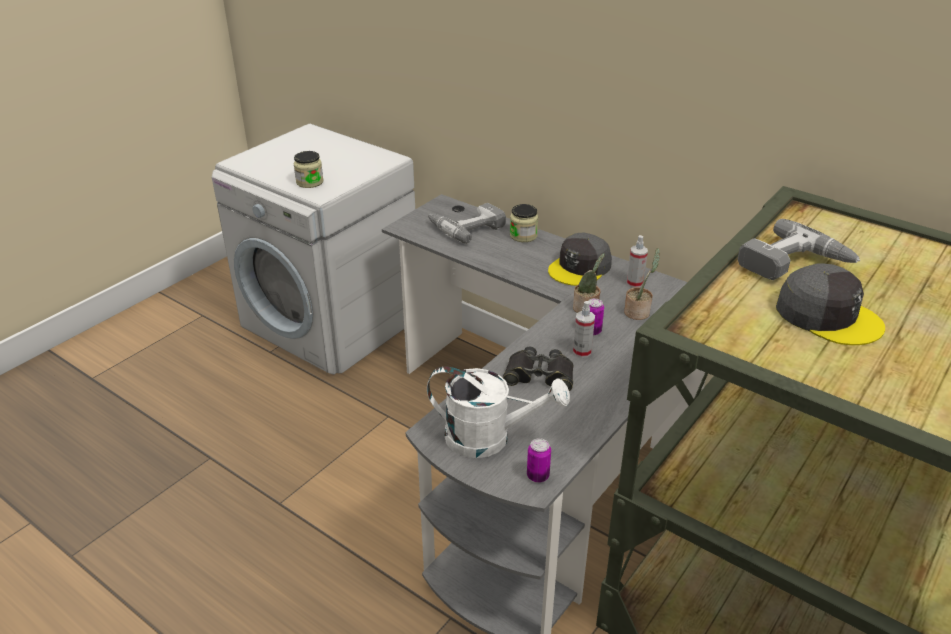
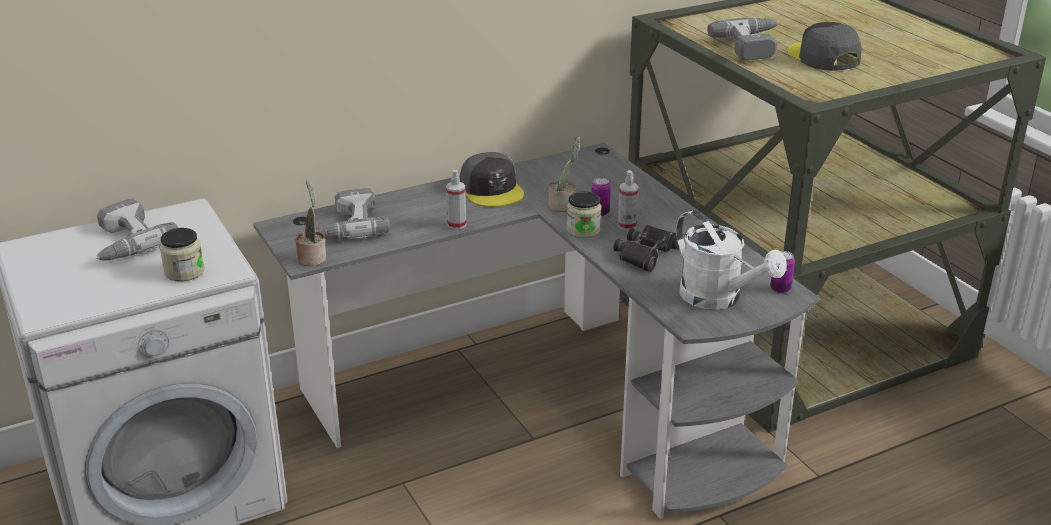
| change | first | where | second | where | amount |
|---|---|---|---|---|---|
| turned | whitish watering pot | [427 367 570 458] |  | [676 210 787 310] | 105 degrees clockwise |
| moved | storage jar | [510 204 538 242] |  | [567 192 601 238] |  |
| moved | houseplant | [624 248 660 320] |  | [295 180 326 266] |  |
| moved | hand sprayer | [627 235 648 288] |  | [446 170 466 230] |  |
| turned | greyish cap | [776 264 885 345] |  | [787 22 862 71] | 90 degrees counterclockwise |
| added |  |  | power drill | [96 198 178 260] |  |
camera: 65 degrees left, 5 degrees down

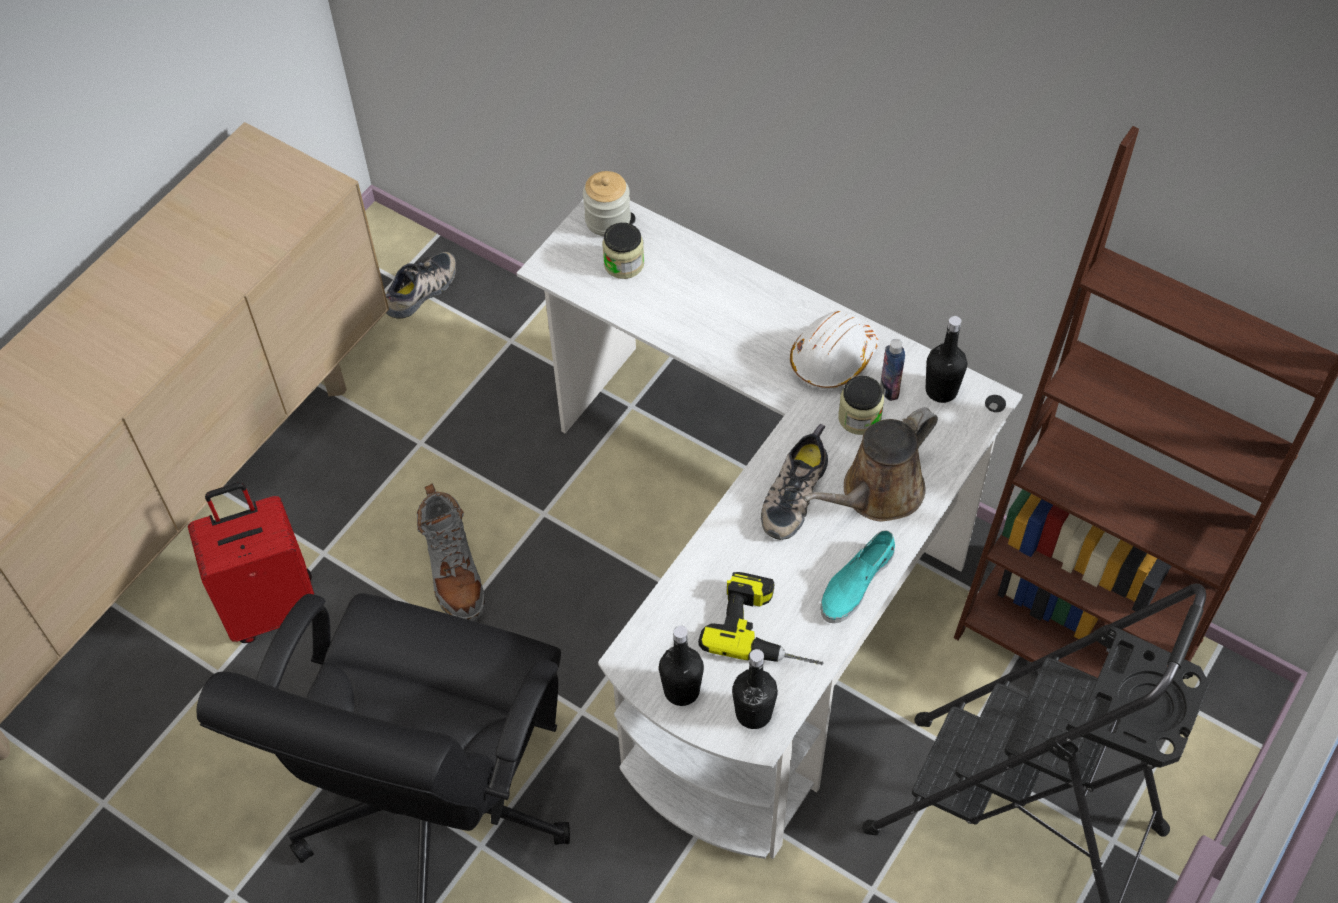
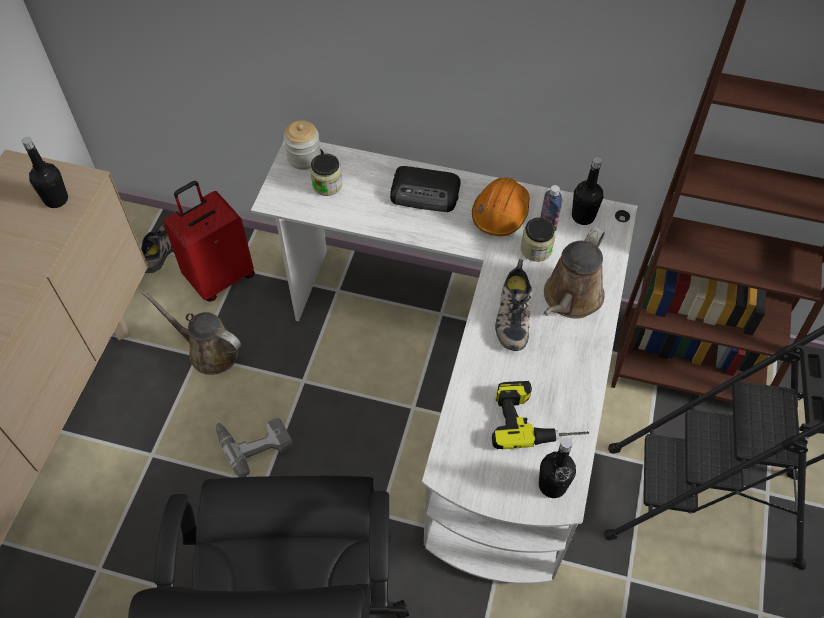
| change | first | where | second | where | amount |
|---|---|---|---|---|---|
| moved | red piece of luggage | [188 482 314 643] |  | [163 181 255 302] |  |
| replaced | greyish boot | [417 484 486 621] | power drill | [216 418 293 477] |  |
| moved | black-coloured drink bottle | [659 625 704 706] |  | [22 137 68 208] |  |
| recoloured | whitish safety helmet | [790 311 879 389] | orange safety helmet | [472 177 530 236] |  |
| removed | turquoise shoe | [820 530 895 623] |  |  |  |
| added |  |  | brownish watering pot | [141 291 241 375] |  |
| added |  |  | radio | [390 166 460 212] |  |
camera: 20 degrees left, 0 degrees up

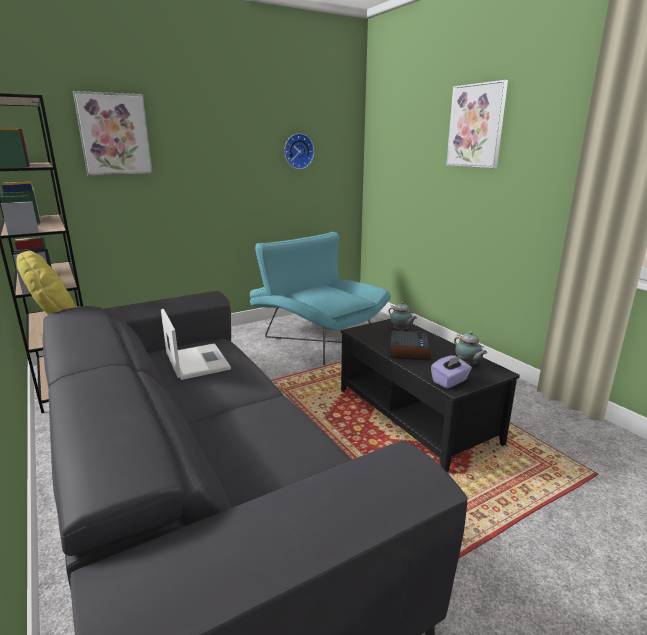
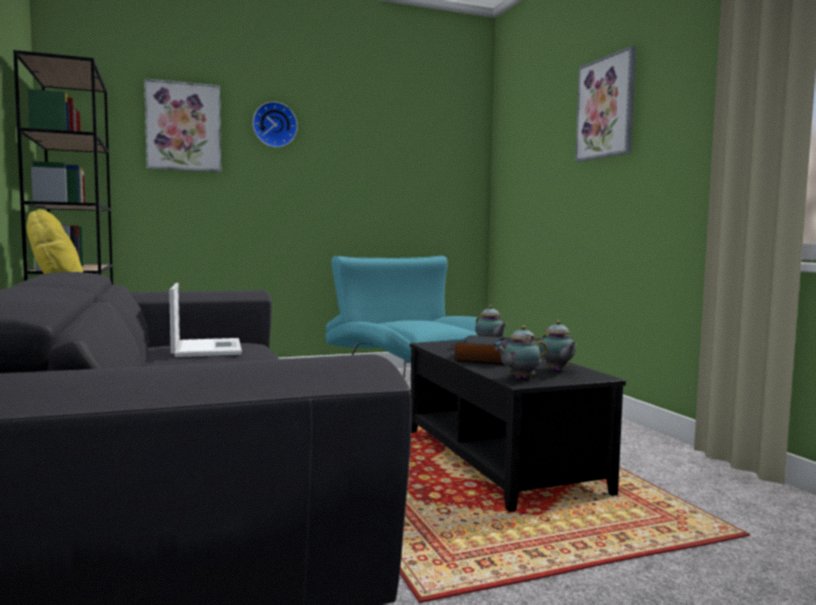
| change | first | where | second | where | amount |
|---|---|---|---|---|---|
| moved | clock on the wall | [284 133 314 169] |  | [253 102 298 147] |  |
| replaced | purplish tissue box | [431 355 472 389] | tea pot | [495 326 547 379] |  |
camera: 10 degrees right, 15 degrees down

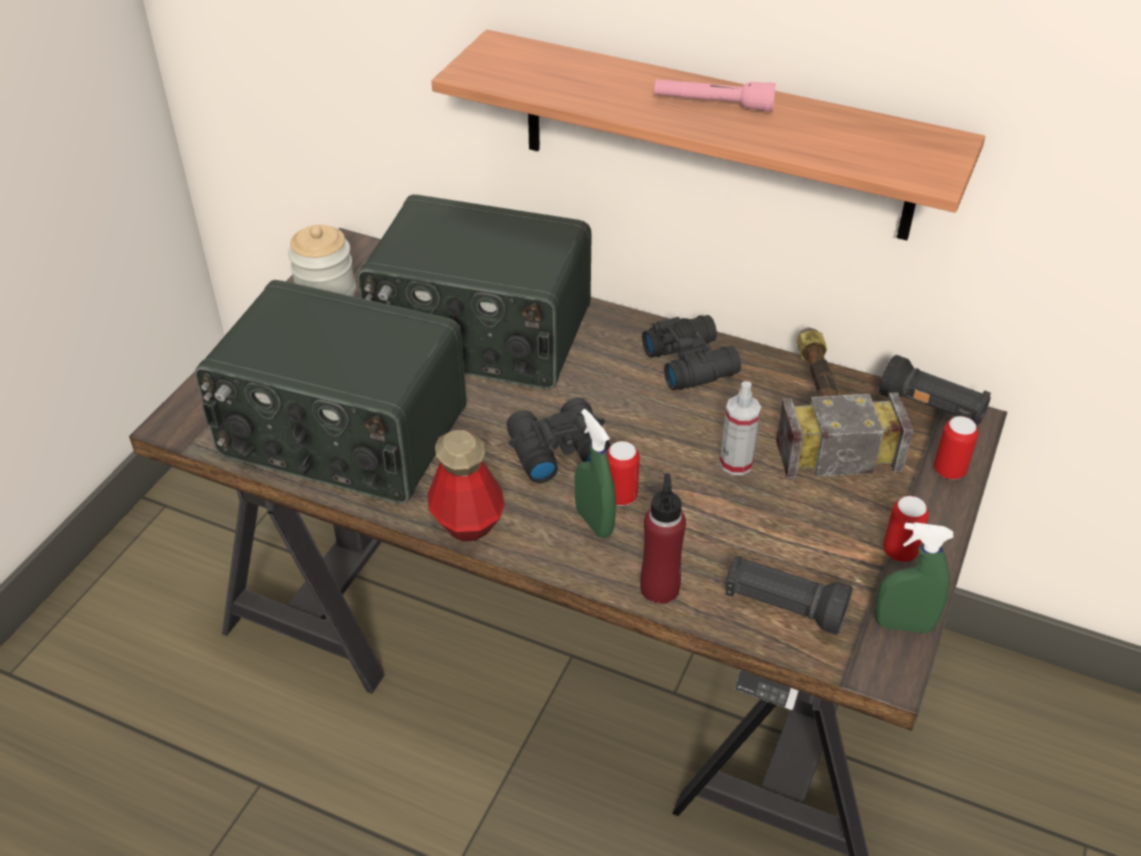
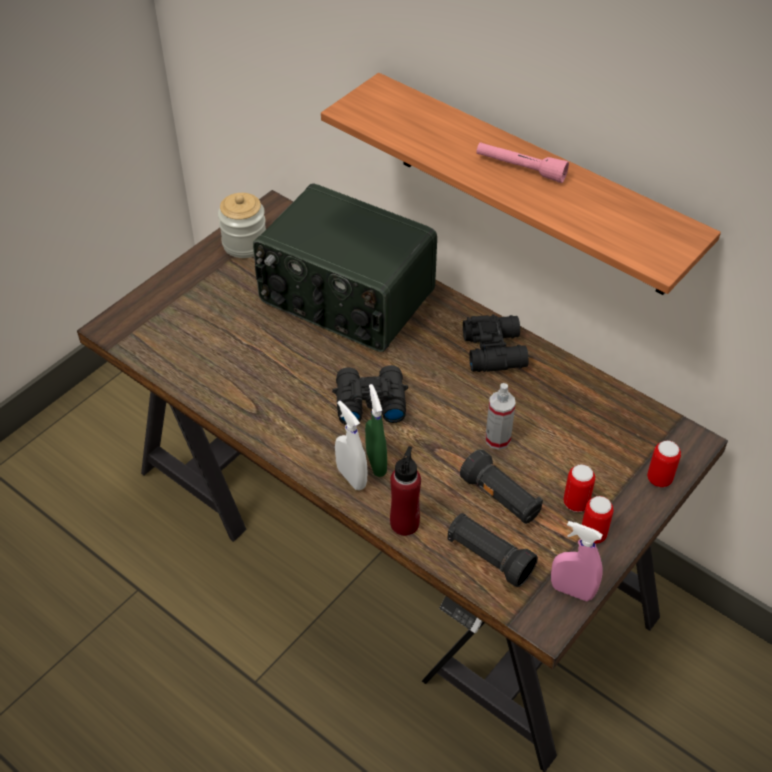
| change | first | where | second | where | amount |
|---|---|---|---|---|---|
| removed | radio | [195 280 467 504] |  |  |  |
| removed | drink bottle | [427 430 504 541] |  |  |  |
| moved | metal can | [606 441 640 506] |  | [564 464 595 512] |  |
| removed | hand hammer | [776 327 913 478] |  |  |  |
| recoloured | greenish hand sprayer | [875 522 953 634] | pinkish hand sprayer | [551 521 603 601] |  |
| moved | black-coloured torch | [879 355 991 425] |  | [460 449 543 524] |  |
| added |  |  | whitish hand sprayer | [335 401 367 490] |  |
camera: 15 degrees right, 5 degrees up

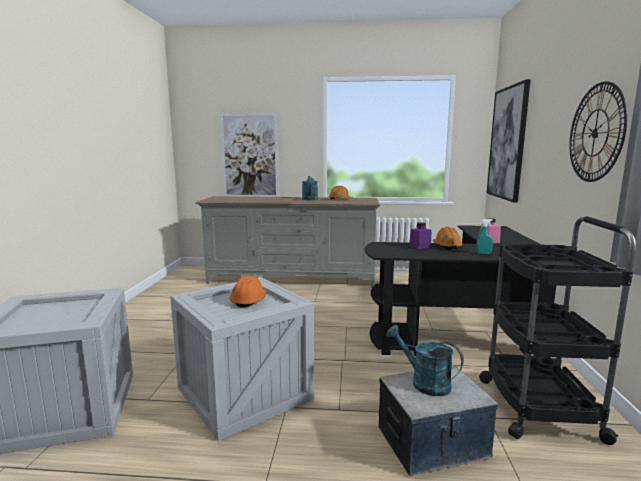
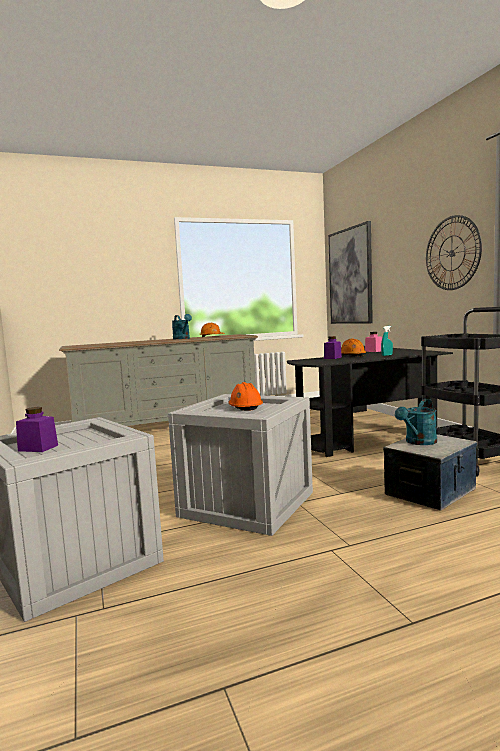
| change | first | where | second | where | amount |
|---|---|---|---|---|---|
| removed | wall picture | [220 113 279 197] |  |  |  |
| turned | turquoise watering pot | [386 325 464 396] |  | [395 399 437 445] | 60 degrees counterclockwise |
| added |  |  | purplish storage jar | [16 407 58 452] |  |
camera: 25 degrees left, 5 degrees down

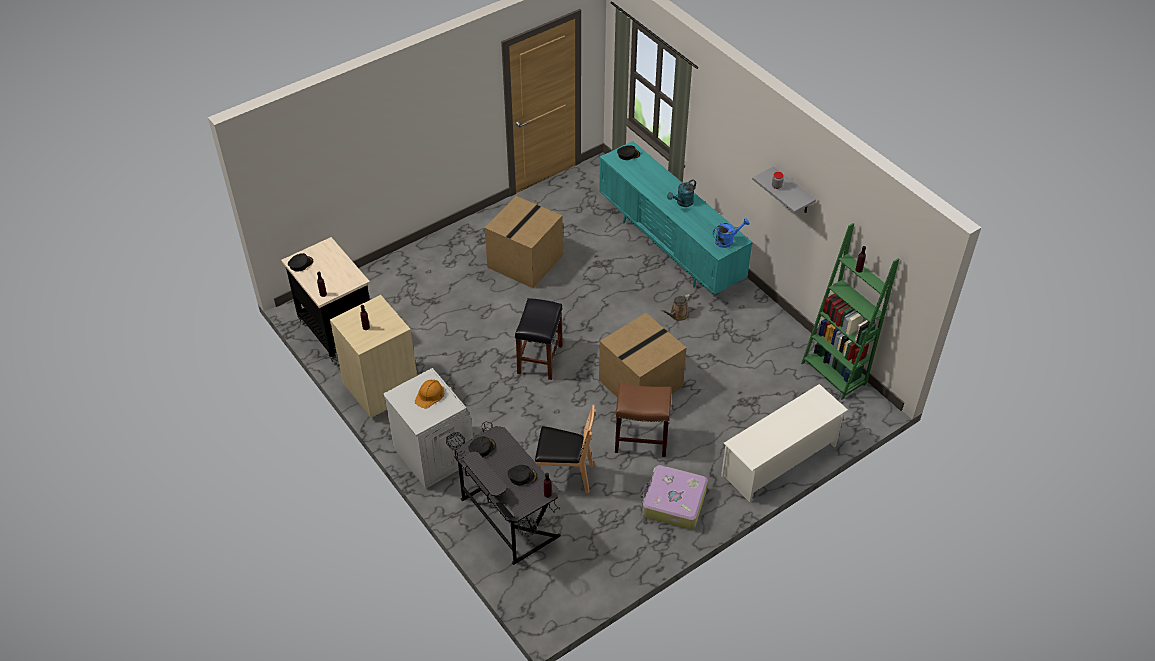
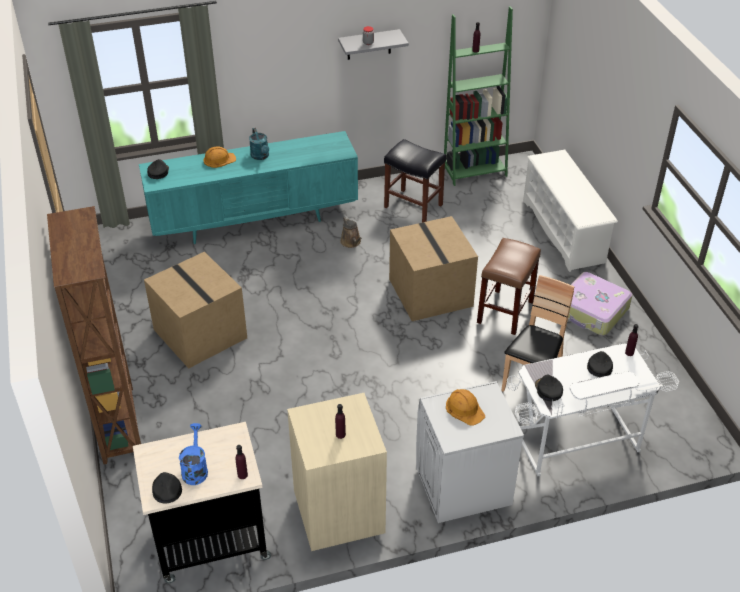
| change | first | where | second | where | amount |
|---|---|---|---|---|---|
| recoloured | black-coloured desk unit | [446 422 560 565] | whitish desk unit | [507 343 679 476] |  |
| moved | black-coloured stool | [515 298 563 380] |  | [384 139 446 223] |  |
| moved | bluish watering pot | [713 218 749 248] |  | [179 423 208 485] |  |
| added |  |  | brownish bookshelf | [47 206 141 464] |  |
| added |  |  | orange safety helmet | [204 146 236 168] |  |
camera: 70 degrees left, 5 degrees down

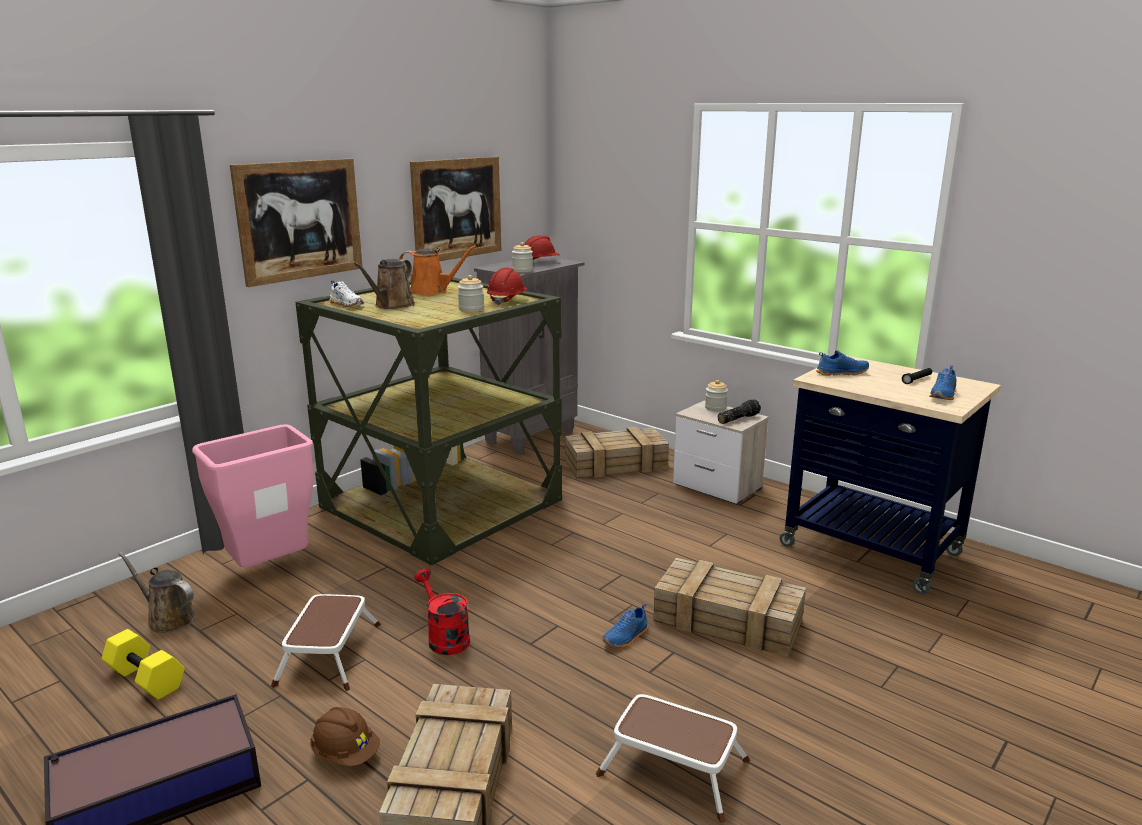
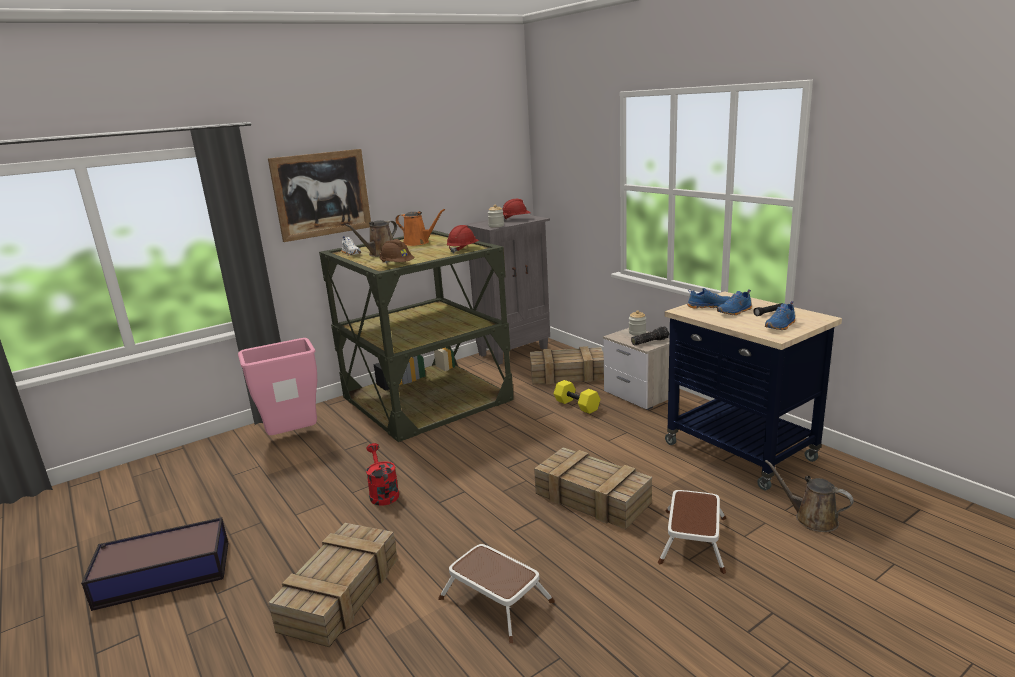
| change | first | where | second | where | amount |
|---|---|---|---|---|---|
| moved | yellow-coloured free weight | [101 629 185 700] |  | [554 380 601 414] |  |
| moved | brownish watering pot | [119 552 197 633] |  | [765 460 854 532] |  |
| moved | brownish step stool | [271 594 381 691] |  | [658 490 726 574] |  |
| moved | brownish safety helmet | [310 707 380 766] |  | [380 239 414 264] |  |
| removed | wall picture | [410 157 502 261] |  |  |  |
| removed | storage jar | [458 275 484 312] |  |  |  |
| moved | bluish shoe | [603 604 648 648] |  | [717 290 752 315] |  |
camera: 15 degrees right, 0 degrees up

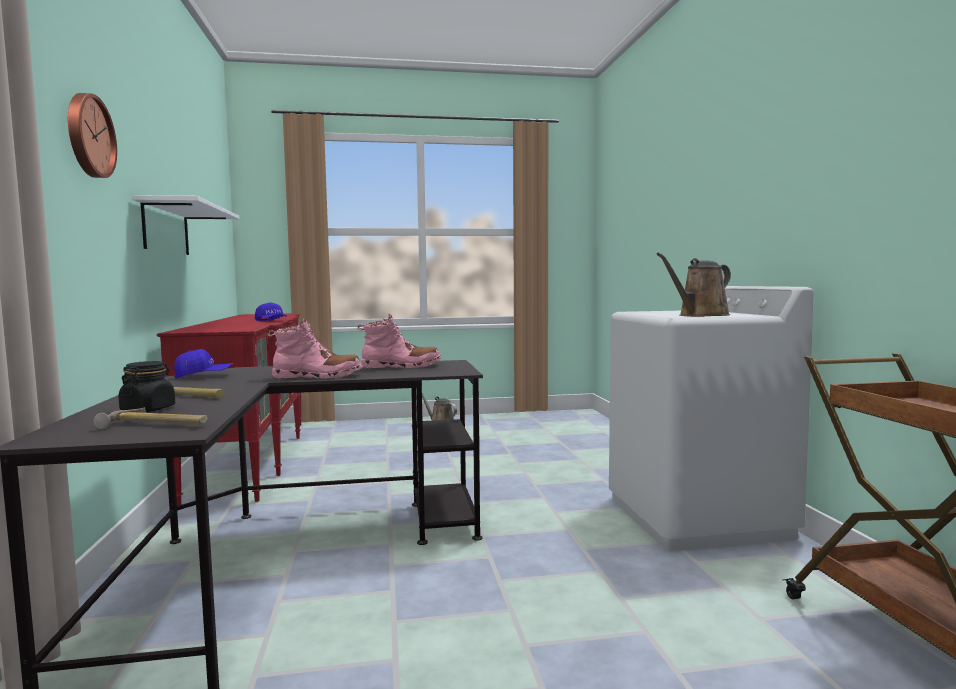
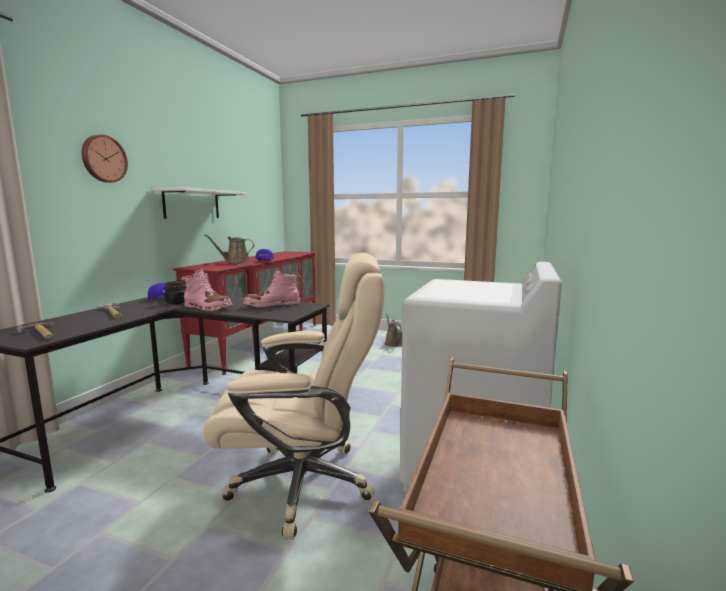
| change | first | where | second | where | amount |
|---|---|---|---|---|---|
| moved | black-coloured storage jar | [119 361 175 412] |  | [163 281 186 304] |  |
| turned | pinkish boot | [357 314 441 369] |  | [243 268 301 307] | 135 degrees clockwise |
| moved | brownish watering pot | [657 253 731 317] |  | [204 234 255 264] |  |
| added |  |  | sand-coloured office chair | [204 253 384 539] |  |
camera: 30 degrees right, 5 degrees up

